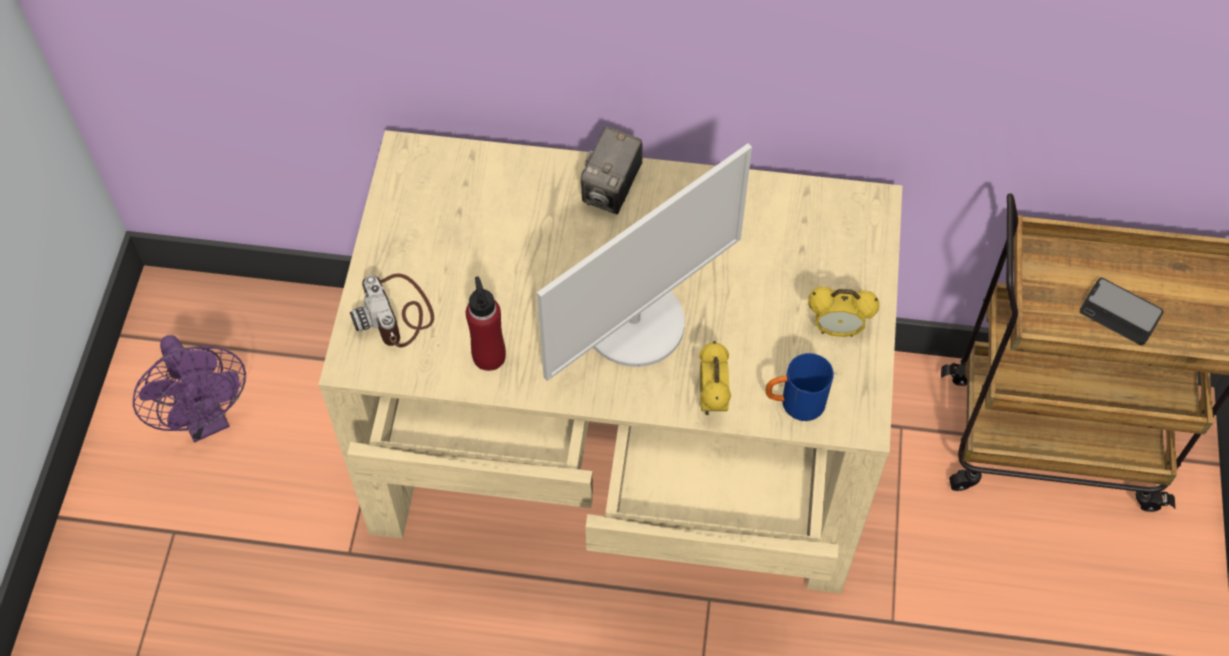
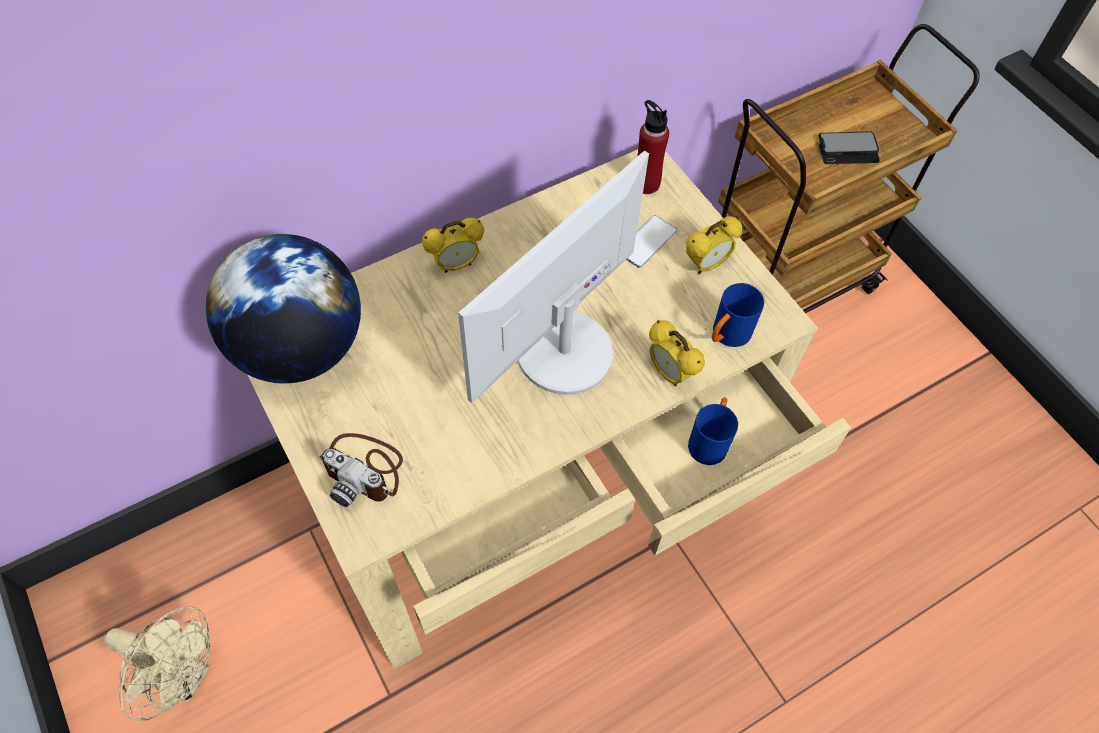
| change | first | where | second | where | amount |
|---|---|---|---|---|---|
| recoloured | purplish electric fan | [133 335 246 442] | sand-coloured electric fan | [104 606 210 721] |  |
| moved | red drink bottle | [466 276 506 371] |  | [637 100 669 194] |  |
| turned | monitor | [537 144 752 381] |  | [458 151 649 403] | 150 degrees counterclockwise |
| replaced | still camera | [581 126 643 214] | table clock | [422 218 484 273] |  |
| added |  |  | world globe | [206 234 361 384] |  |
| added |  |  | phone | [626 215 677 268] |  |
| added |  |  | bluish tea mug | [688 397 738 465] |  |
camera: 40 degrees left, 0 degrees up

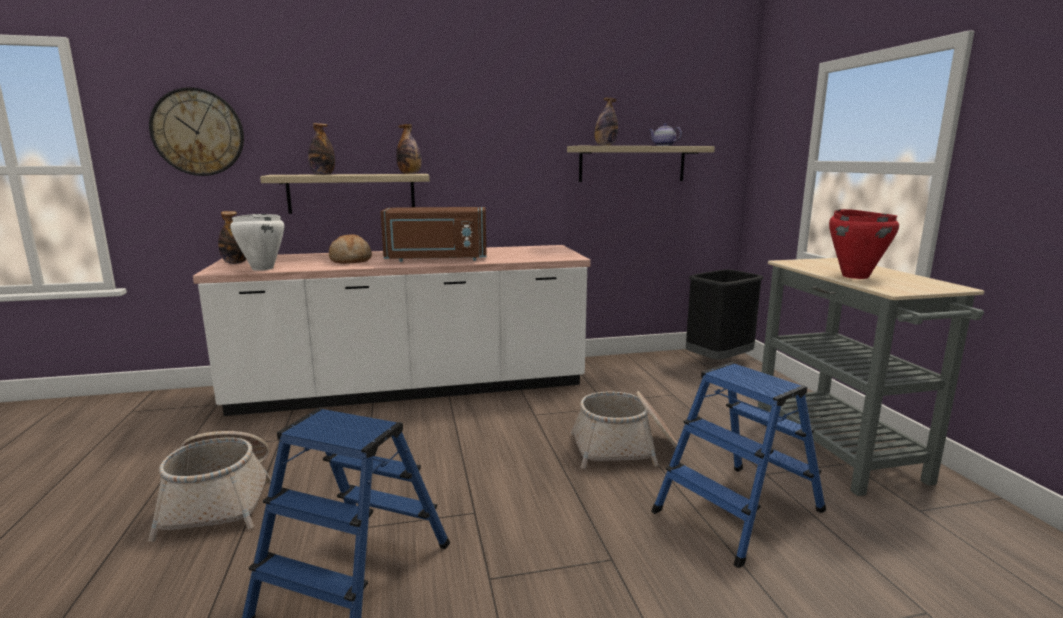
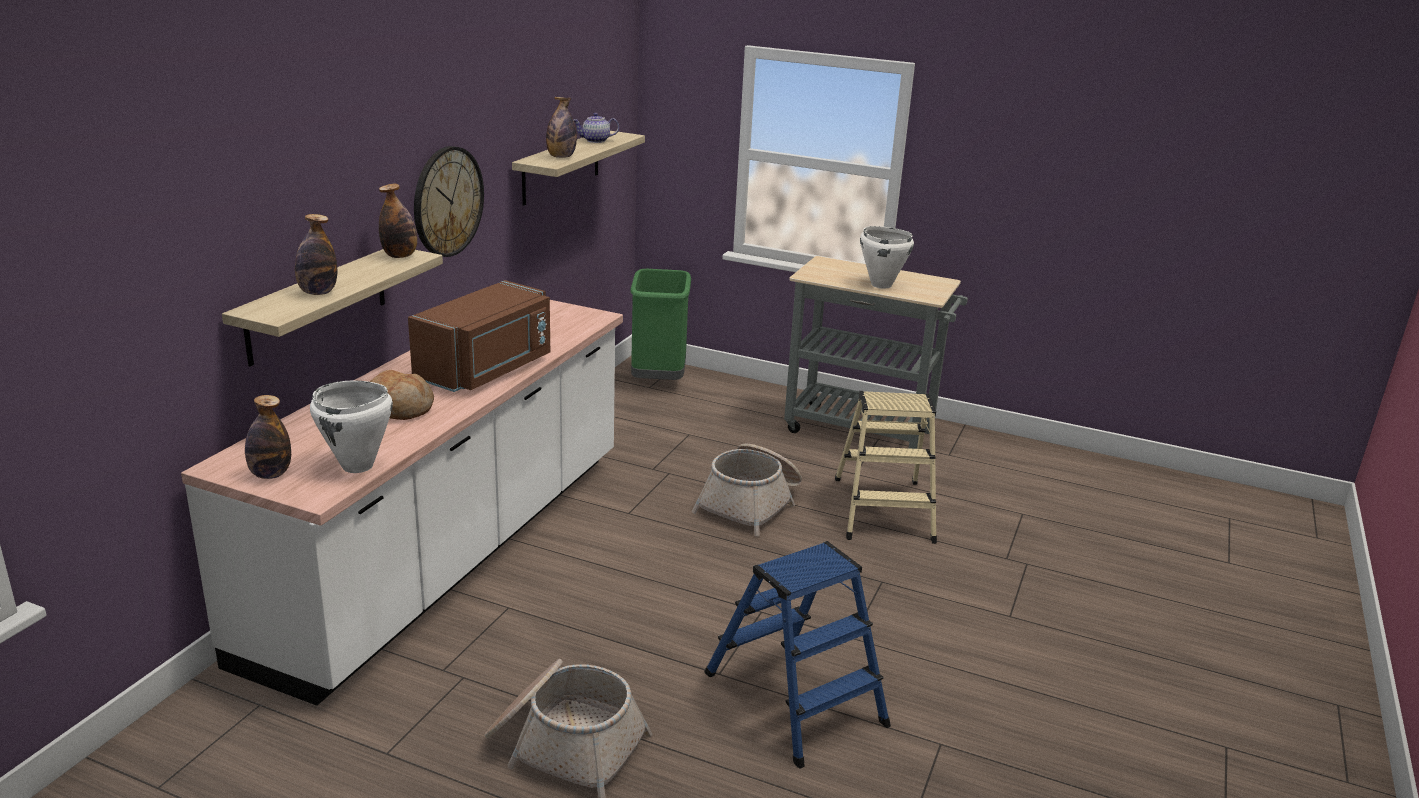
| change | first | where | second | where | amount |
|---|---|---|---|---|---|
| moved | clock on the wall | [149 87 244 176] |  | [414 146 484 257] |  |
| recoloured | bluish step stool | [651 362 826 568] | sand-coloured step stool | [835 391 937 544] |  |
| recoloured | black-coloured rubbish bin | [686 269 763 360] | greenish rubbish bin | [630 269 691 380] |  |
| recoloured | red saucepot | [829 209 899 279] | whitish saucepot | [860 226 914 289] |  |
camera: 55 degrees left, 10 degrees up

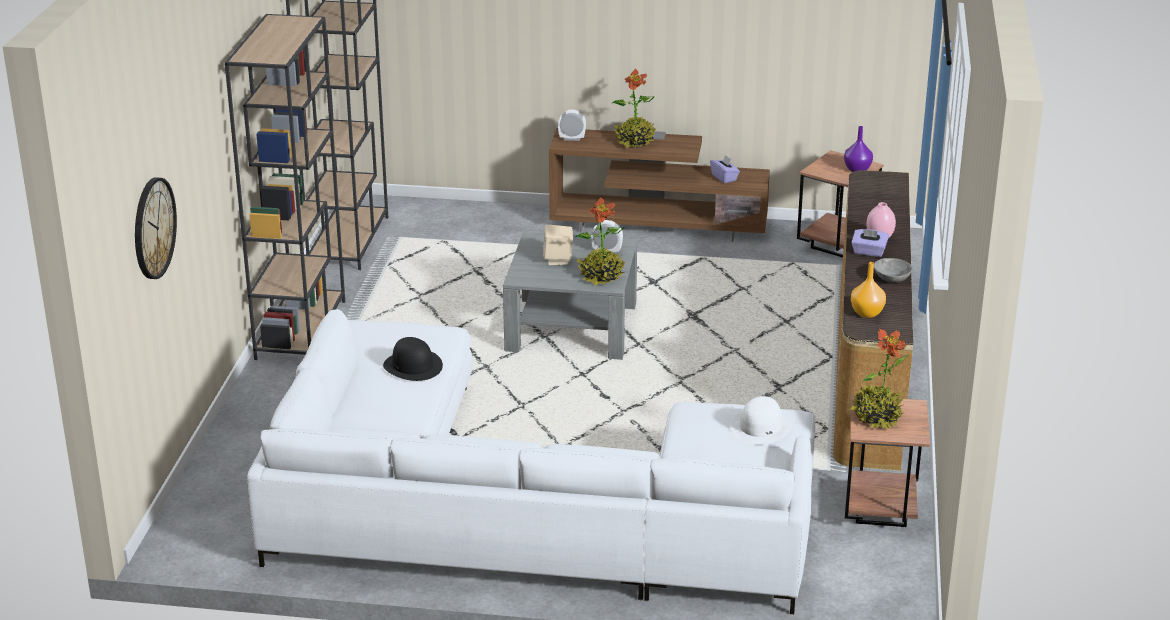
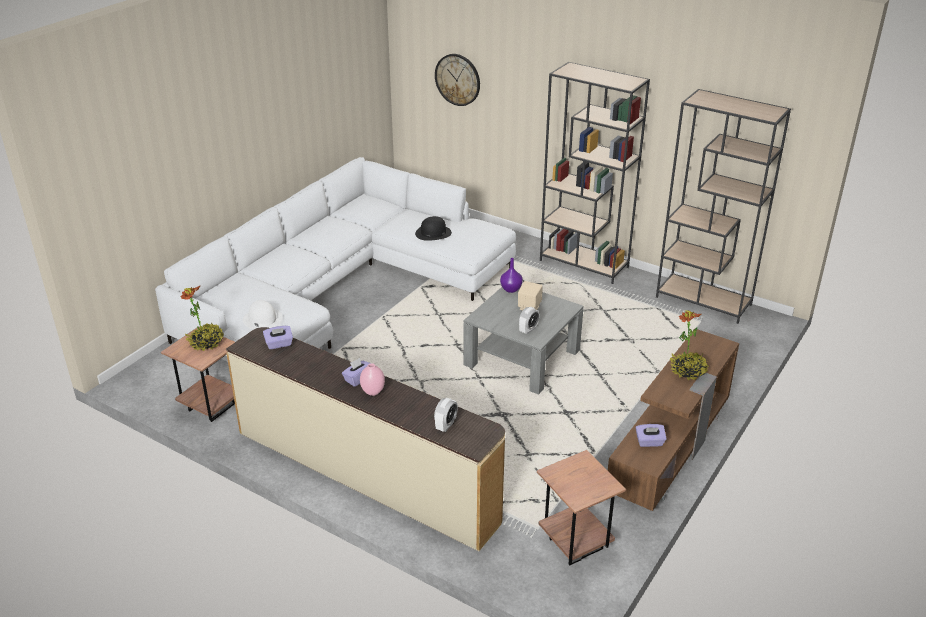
| change | first | where | second | where | amount |
|---|---|---|---|---|---|
| moved | table clock | [558 110 586 141] |  | [434 398 458 432] |  |
| removed | houseplant | [576 197 625 286] |  |  |  |
| moved | purplish decorative vase | [844 126 873 172] |  | [500 258 523 293] |  |
| replaced | orange decorative vase | [851 262 886 318] | purplish tissue box | [263 326 293 349] |  |
| removed | greyish bowl | [874 258 913 282] |  |  |  |
camera: 115 degrees right, 5 degrees up

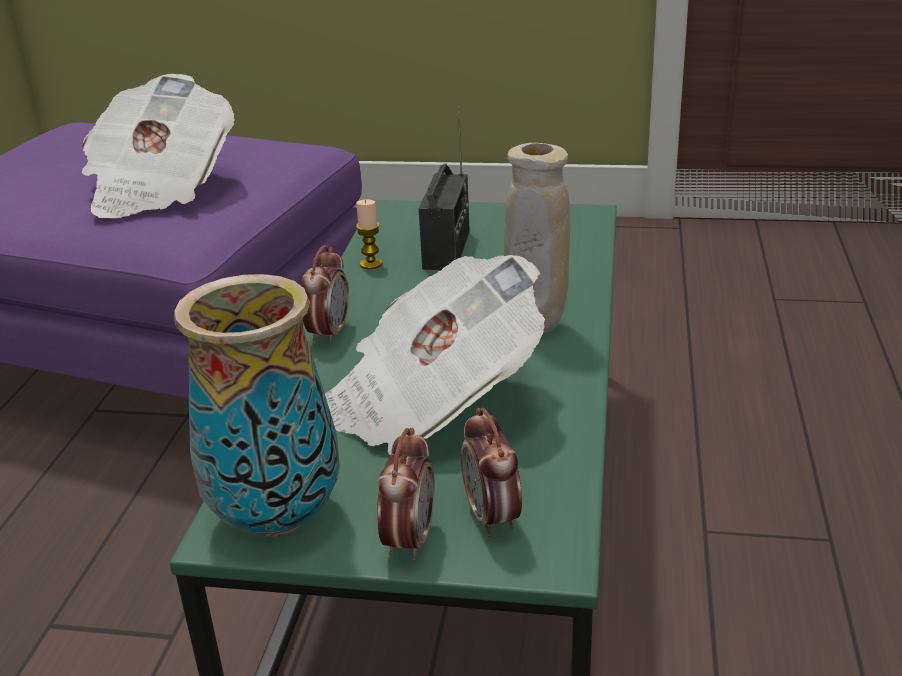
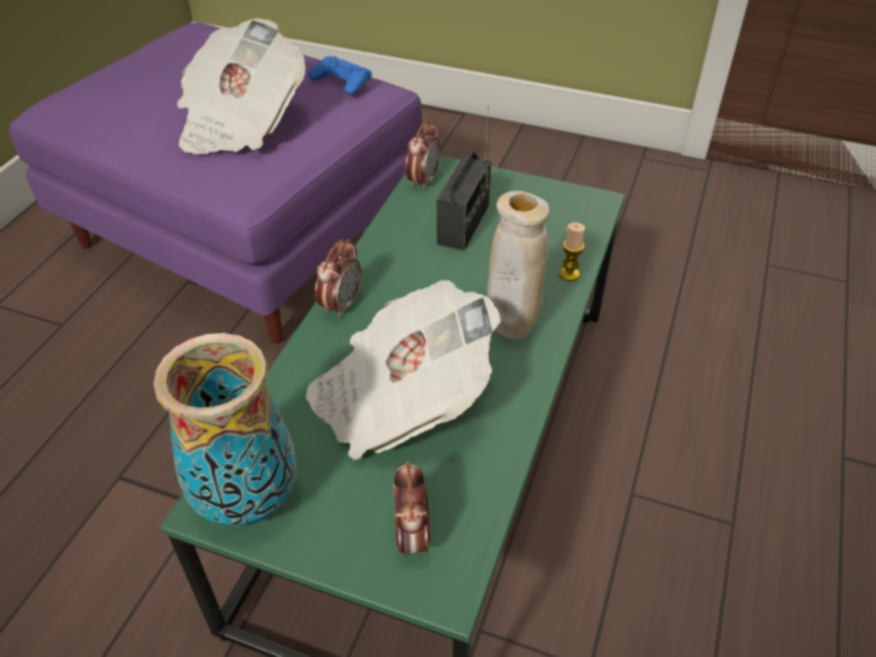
| change | first | where | second | where | amount |
|---|---|---|---|---|---|
| moved | candle | [356 200 383 269] |  | [559 222 585 281] |  |
| moved | table clock | [377 428 435 561] |  | [406 120 441 191] |  |
| added |  |  | bluish game controller | [308 56 372 95] |  |
camera: 10 degrees right, 15 degrees up

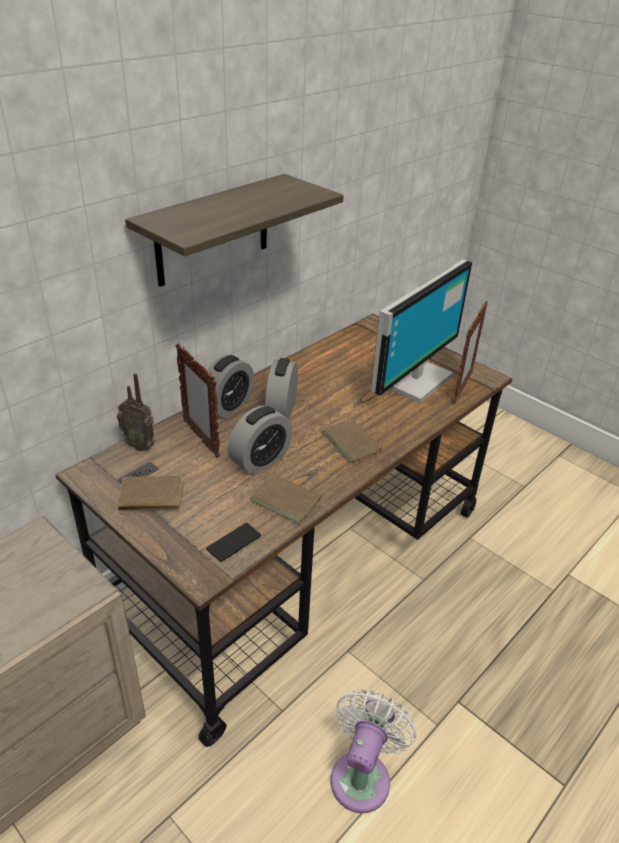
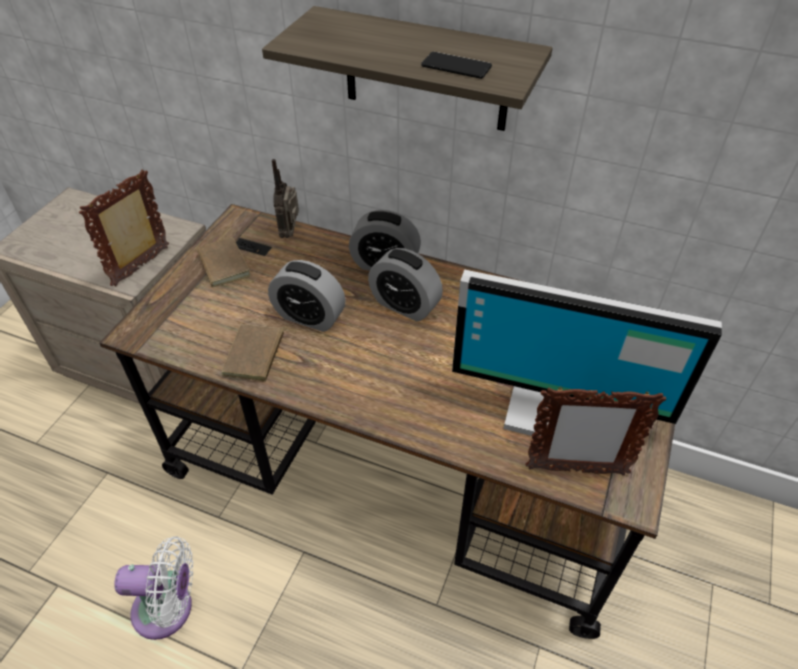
| change | first | where | second | where | amount |
|---|---|---|---|---|---|
| moved | photo frame | [176 343 220 458] |  | [79 170 169 286] |  |
| moved | phone | [206 523 261 562] |  | [421 52 492 79] |  |
| turned | table clock | [265 358 298 419] |  | [368 248 443 321] | 135 degrees counterclockwise |
| removed | brownish bound book | [322 416 382 463] |  |  |  |
camera: 70 degrees right, 10 degrees up

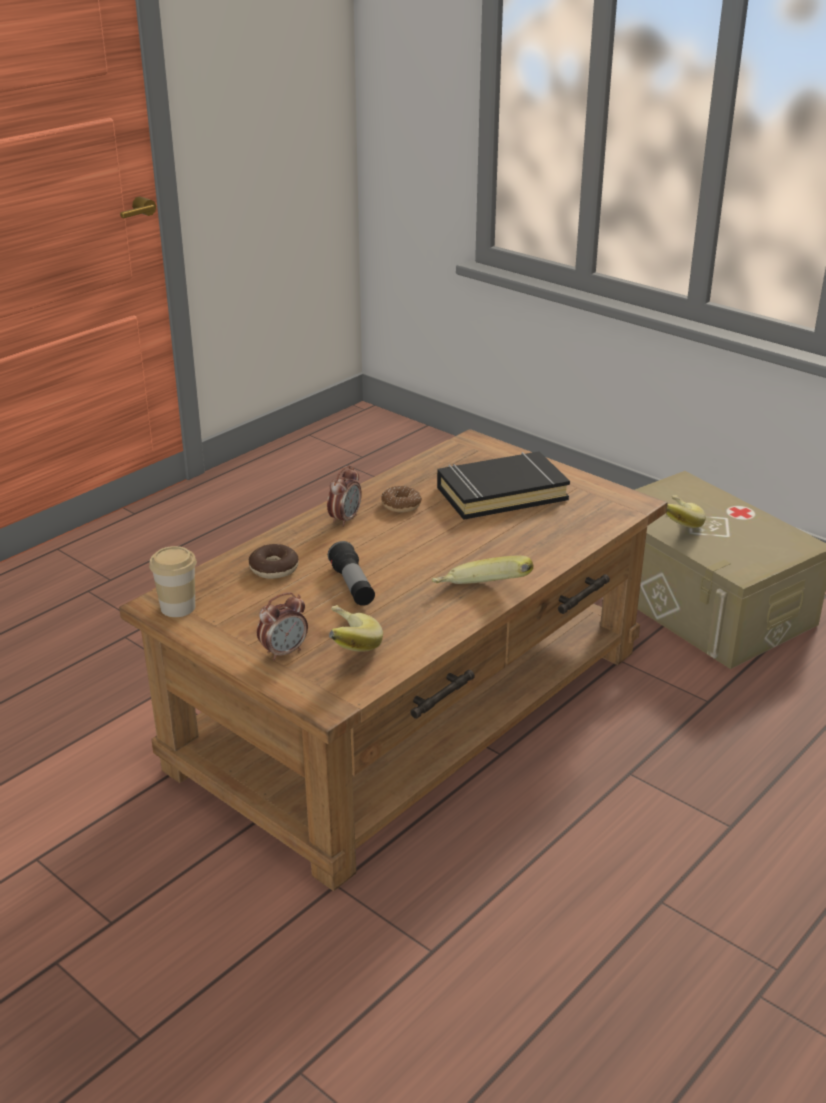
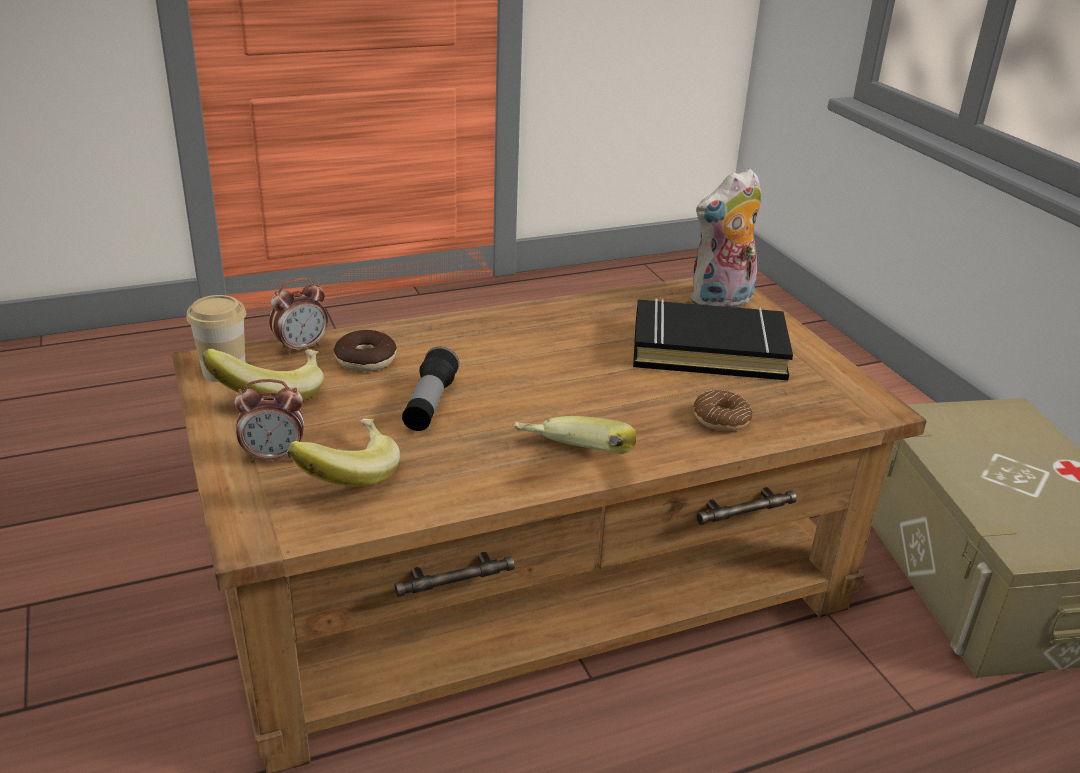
| change | first | where | second | where | amount |
|---|---|---|---|---|---|
| moved | table clock | [327 465 362 527] |  | [269 278 328 355] |  |
| moved | donut | [381 486 422 512] |  | [693 390 752 431] |  |
| moved | banana | [666 495 706 528] |  | [203 349 324 400] |  |
| added |  |  | plush toy | [691 168 763 307] |  |
camera: 25 degrees right, 0 degrees up

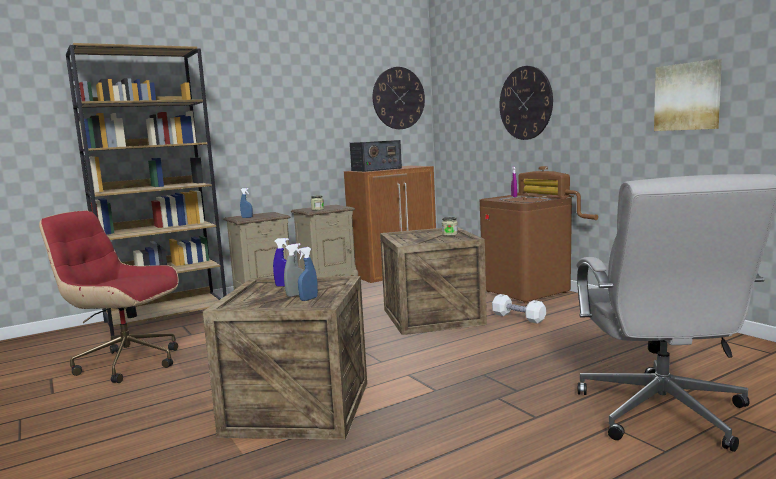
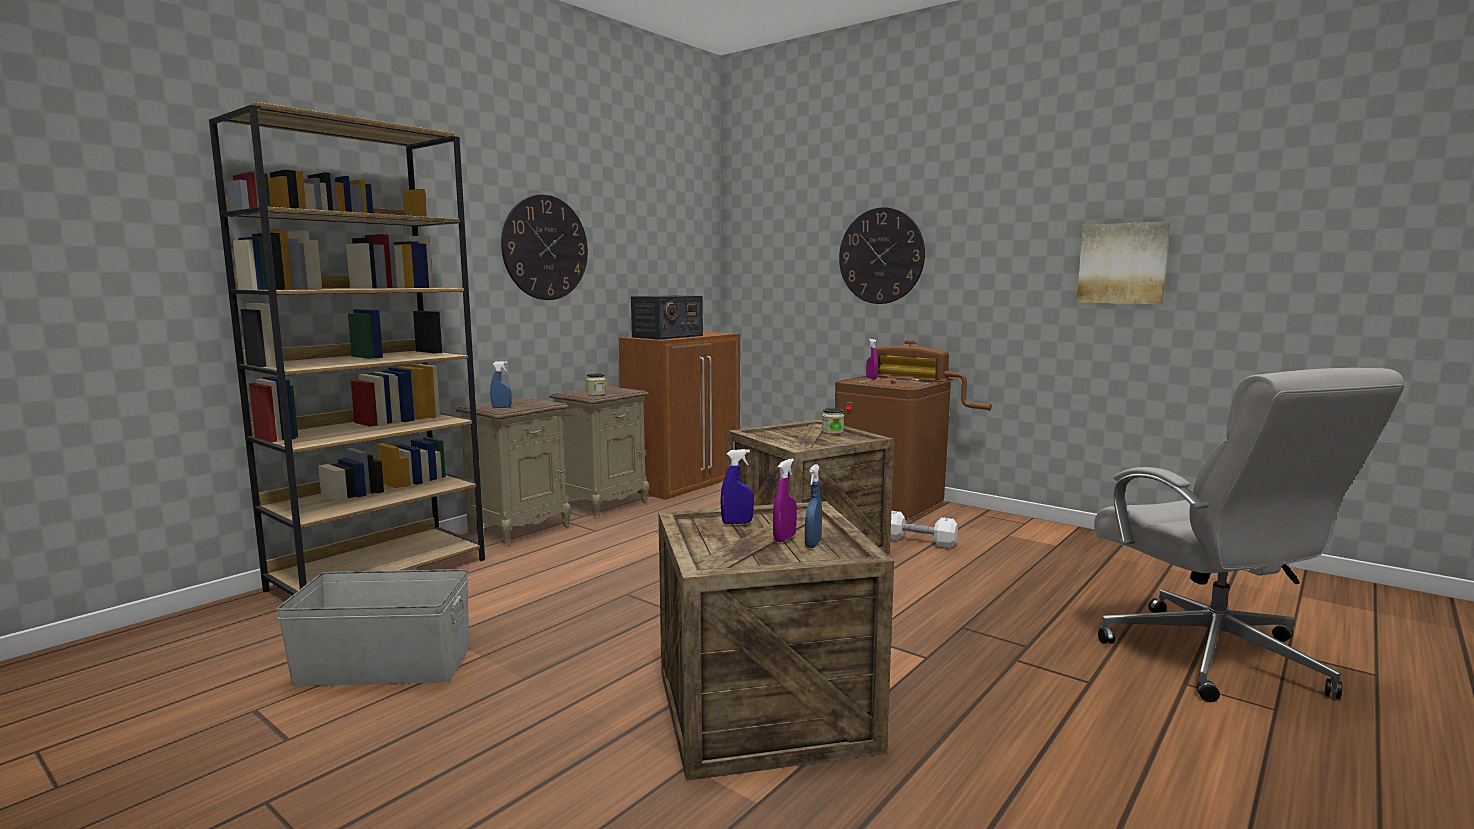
| change | first | where | second | where | amount |
|---|---|---|---|---|---|
| replaced | red office chair | [39 210 179 383] | greyish storage container | [276 569 469 686] |  |
| recoloured | greyish hand sprayer | [284 243 303 297] | purplish hand sprayer | [773 459 797 542] |  |
| moved | clock on the wall | [373 67 425 129] |  | [501 195 588 300] |  |
camera: 20 degrees left, 0 degrees up

